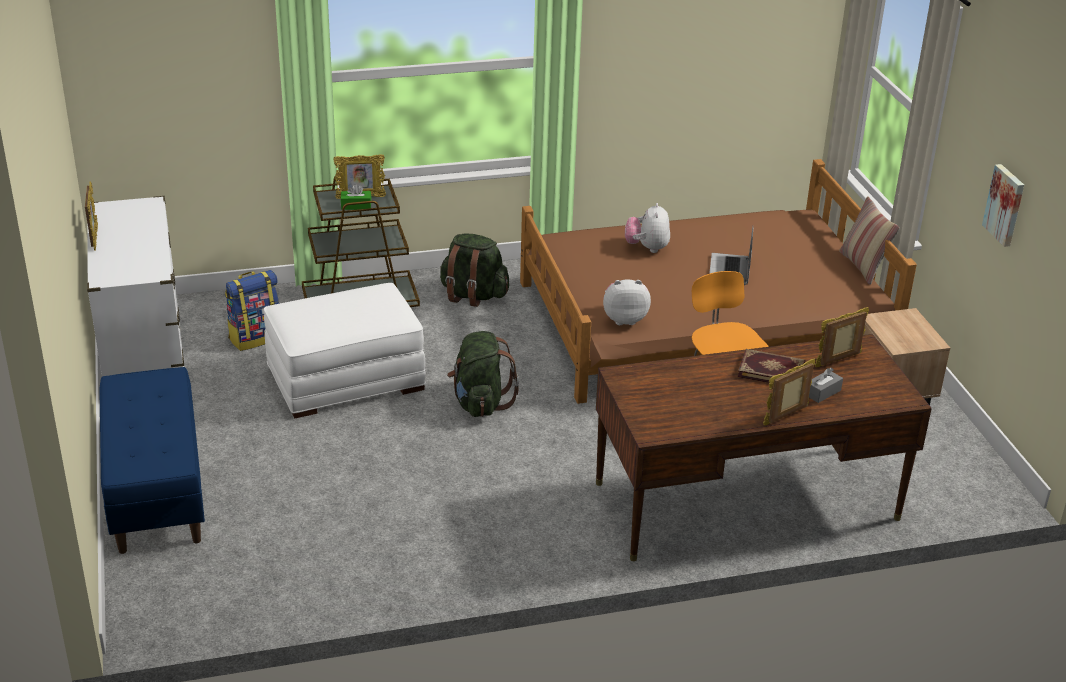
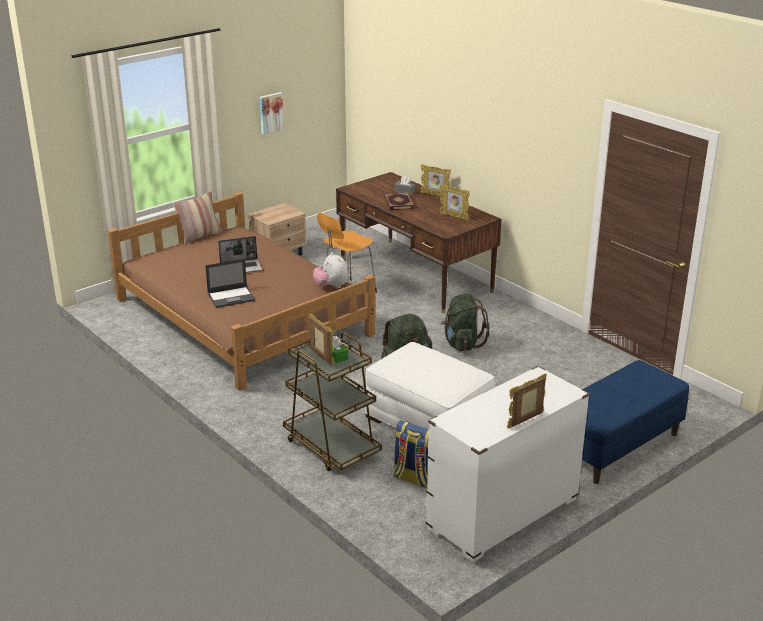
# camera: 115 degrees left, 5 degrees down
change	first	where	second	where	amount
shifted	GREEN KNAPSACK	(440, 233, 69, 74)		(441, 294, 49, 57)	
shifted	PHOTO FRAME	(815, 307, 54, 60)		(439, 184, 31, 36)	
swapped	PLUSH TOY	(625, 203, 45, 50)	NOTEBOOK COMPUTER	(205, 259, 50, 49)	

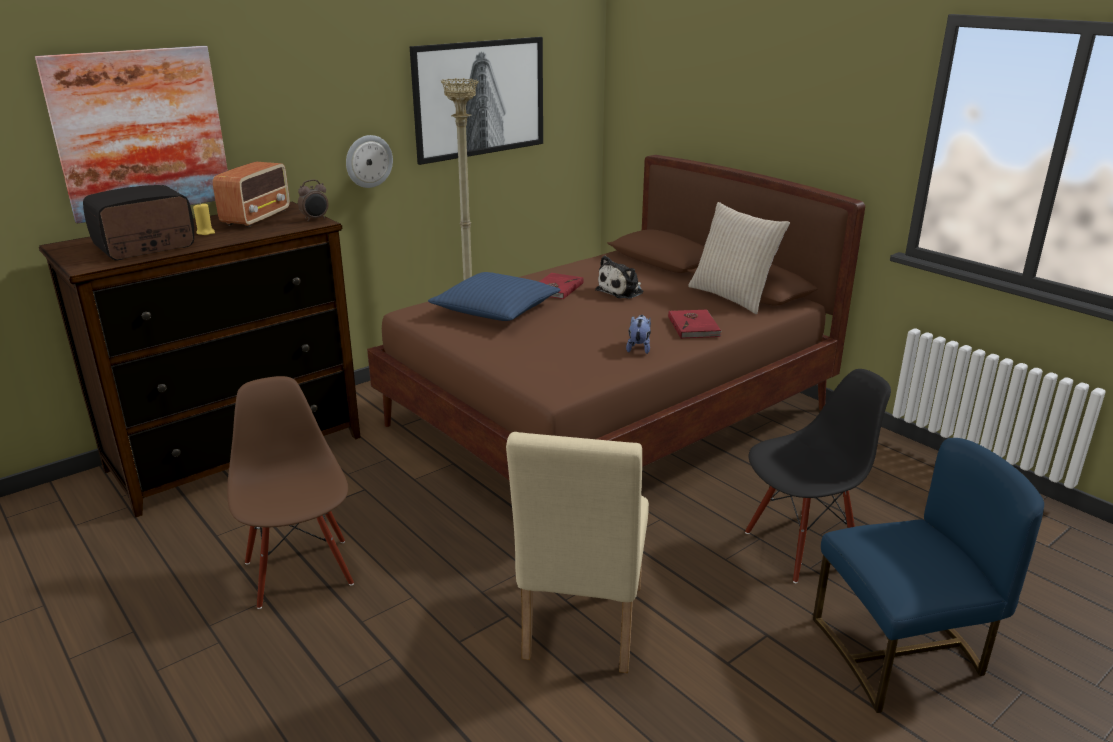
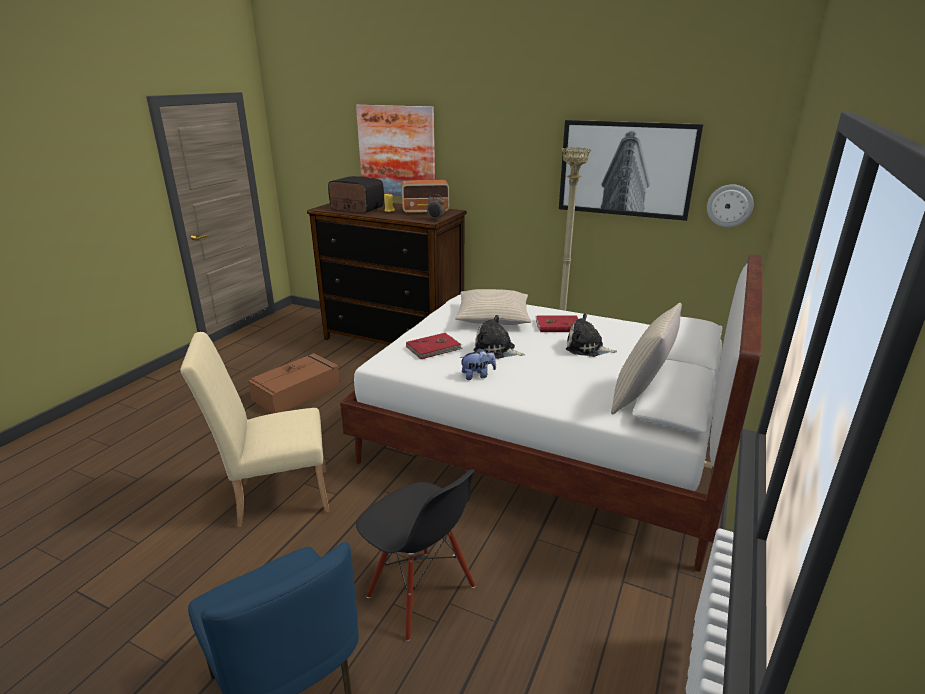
# camera: 65 degrees right, 0 degrees up
change	first	where	second	where	amount
new			PLUSH TOY	(473, 315, 52, 44)	
shifted	CLOCK ON THE WALL	(346, 135, 47, 53)		(707, 184, 47, 43)	
shifted	RED BOUND BOOK	(668, 309, 54, 30)		(406, 333, 57, 26)	
swapped	BROWNISH UPRIGHT CHAIR	(227, 376, 127, 233)	BROWNISH STORAGE CONTAINER	(248, 353, 92, 60)	
repainted	BROWNISH BEDROOM BED	(367, 155, 498, 326)	WHITISH BEDROOM BED	(340, 254, 423, 318)	
repainted	BLUISH CUSHION	(428, 272, 133, 49)	BEIGE-COLOURED CUSHION	(455, 289, 76, 36)	

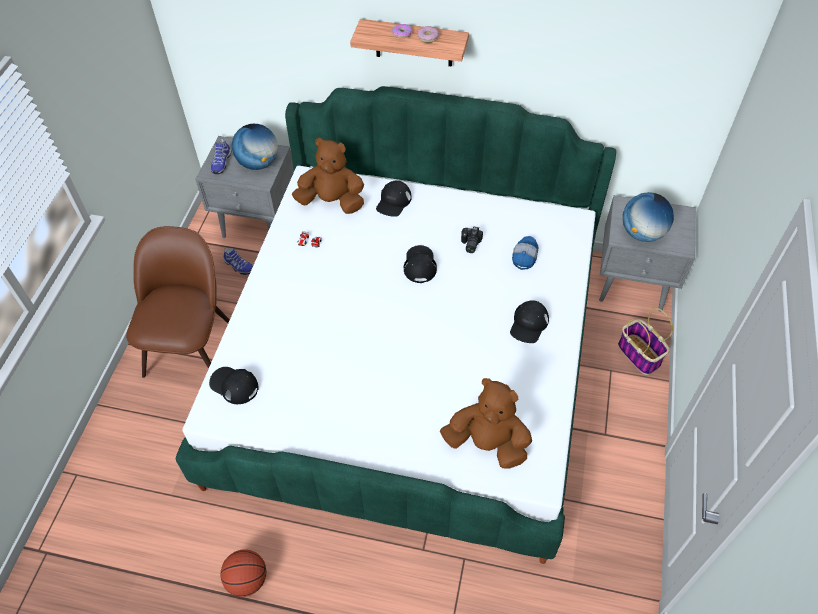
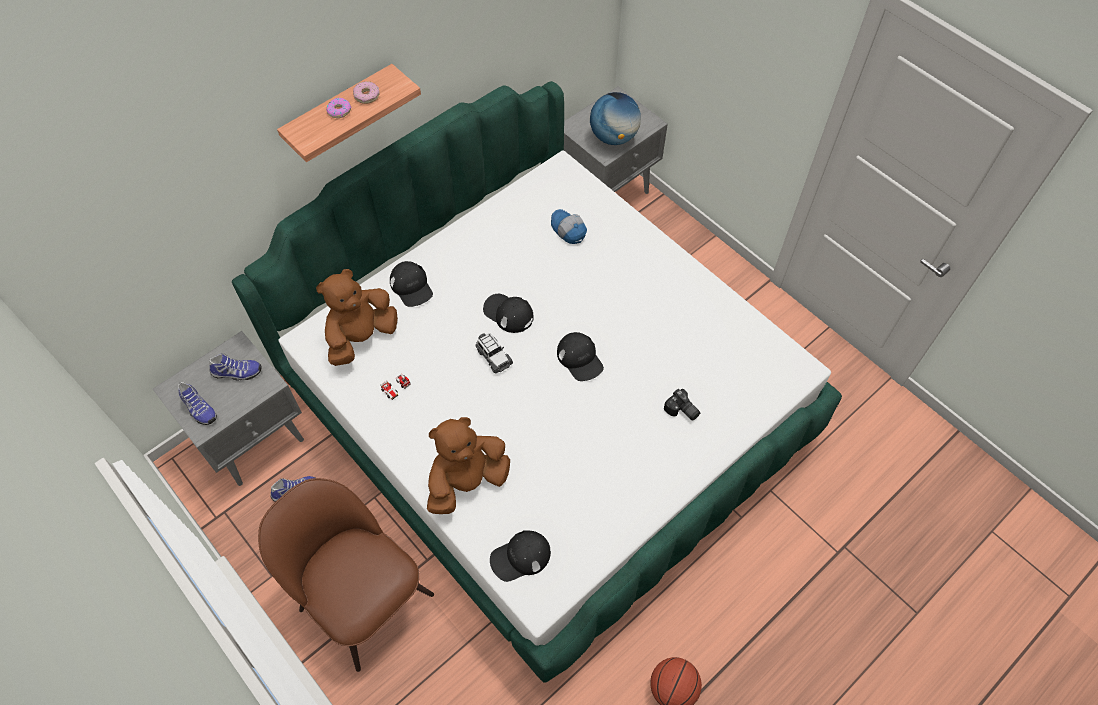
# camera: 55 degrees left, 5 degrees up
change	first	where	second	where	amount
gone	HOUSEHOLD BASKET	(618, 308, 55, 67)			
new			MODEL CAR	(476, 333, 37, 41)	
shifted	BROWNISH PLUSH TOY	(440, 378, 92, 91)		(427, 417, 83, 97)	
shifted	PHOTO CAMERA	(461, 226, 22, 27)		(664, 388, 36, 33)	
shifted	BLACK CAP	(510, 300, 39, 43)		(557, 332, 47, 49)	
swapped	GLOBE	(232, 124, 46, 46)	LOW SHOE	(209, 353, 53, 28)	

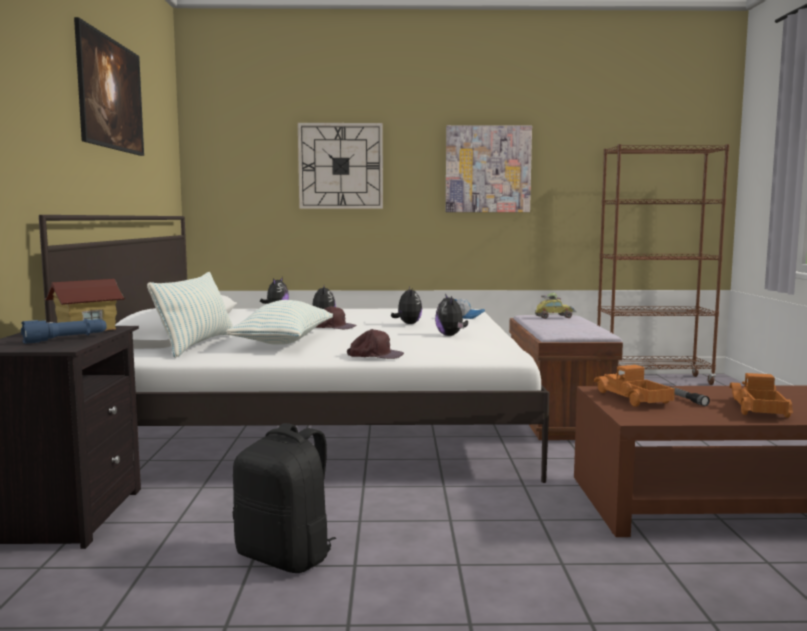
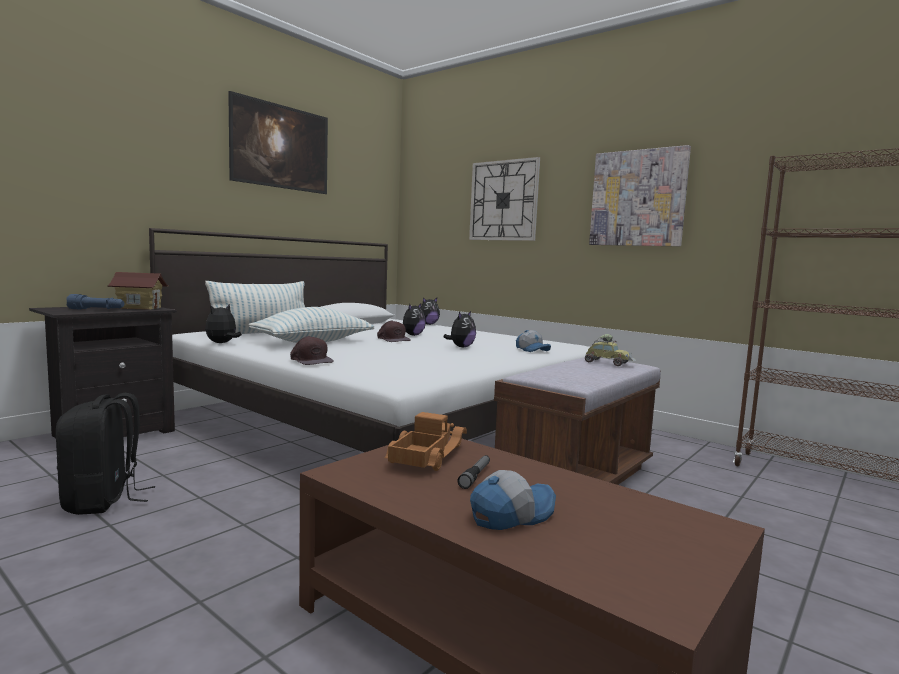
# camera: 40 degrees right, 0 degrees up
change	first	where	second	where	amount
shifted	PLUSH TOY	(435, 294, 33, 42)		(205, 304, 37, 39)	
swapped	TOY TRUCK	(729, 373, 64, 45)	CAP	(470, 470, 86, 60)	

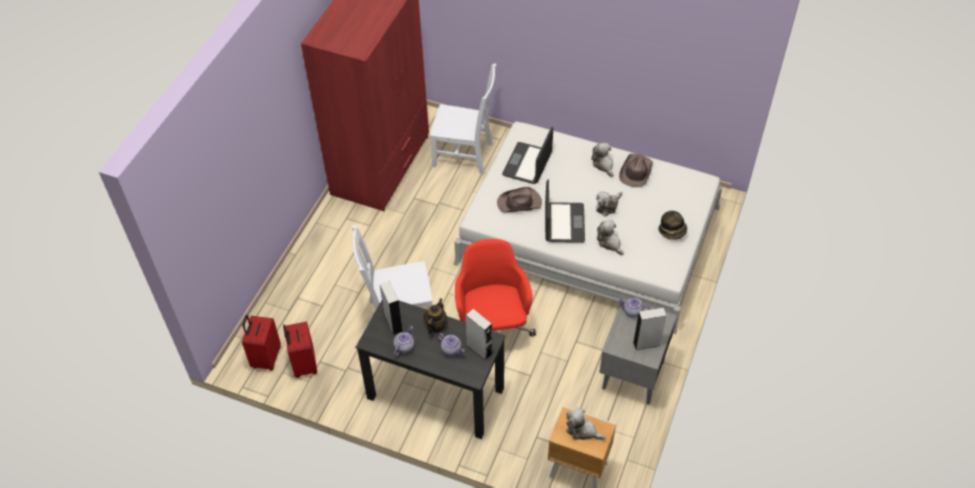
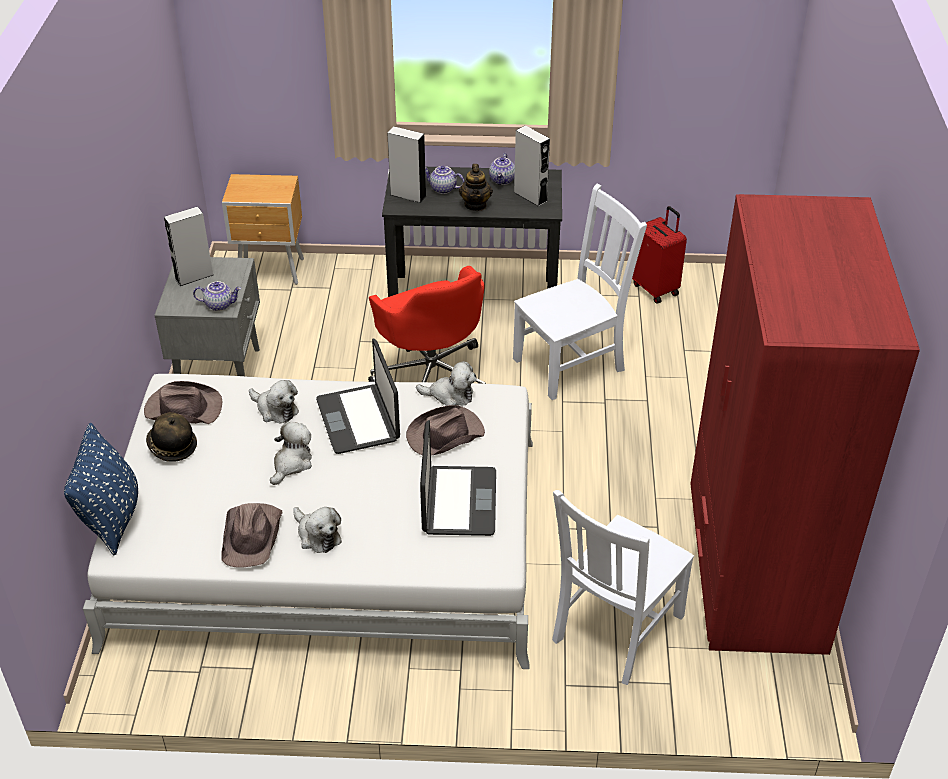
# camera: 160 degrees right, 10 degrees down
change	first	where	second	where	amount
gone	RED PIECE OF LUGGAGE	(242, 315, 39, 55)			
new			BLUISH CUSHION	(64, 423, 74, 132)	
new			BROWNISH CLOTHING HAT	(144, 381, 78, 43)	
shifted	PLUSH TOY	(566, 407, 39, 33)		(416, 361, 60, 45)	
rotated	WHITISH UPRIGHT CHAIR	(430, 63, 66, 112)		(552, 490, 142, 195)	45 degrees counterclockwise

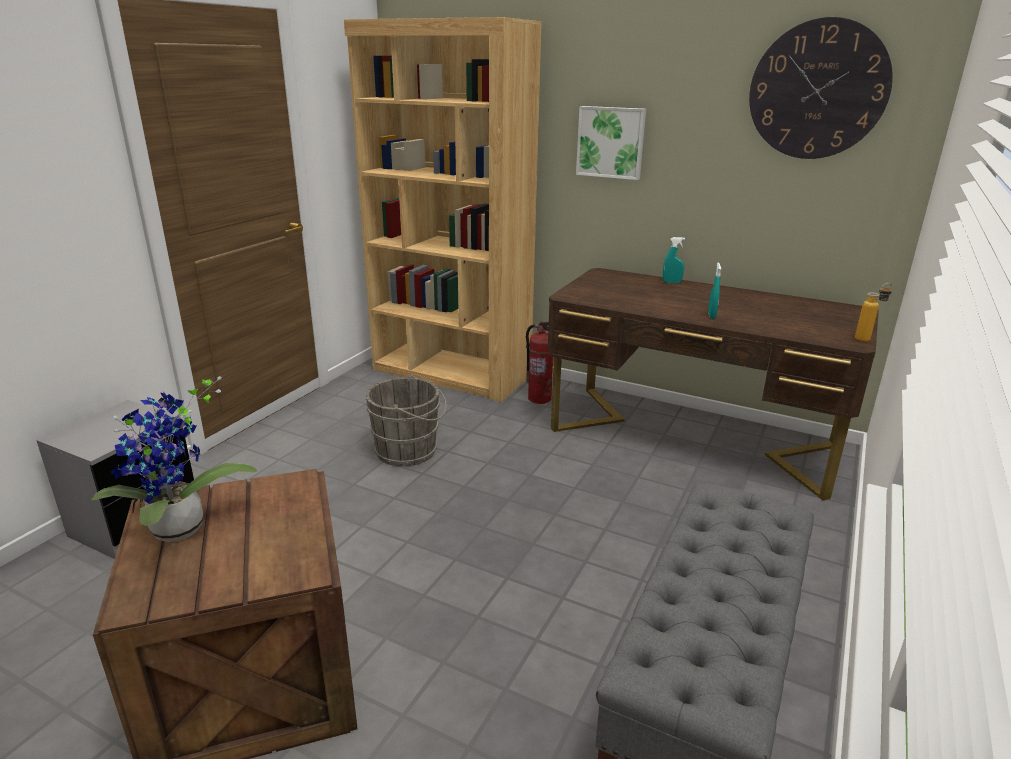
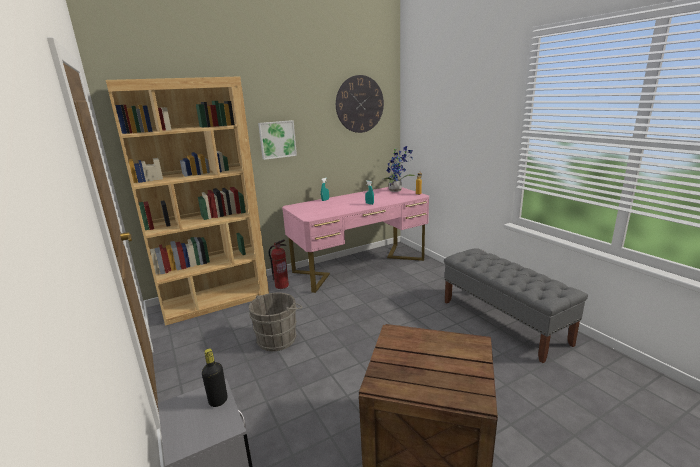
# camera: 55 degrees left, 5 degrees down
change	first	where	second	where	amount
new			BLACK BEVERAGE BOTTLE	(202, 348, 25, 59)	
shifted	POTTED PLANT	(91, 376, 166, 166)		(383, 146, 32, 46)	
repainted	BROWNISH DESK	(547, 268, 332, 232)	PINK-COLOURED DESK	(282, 187, 147, 106)	

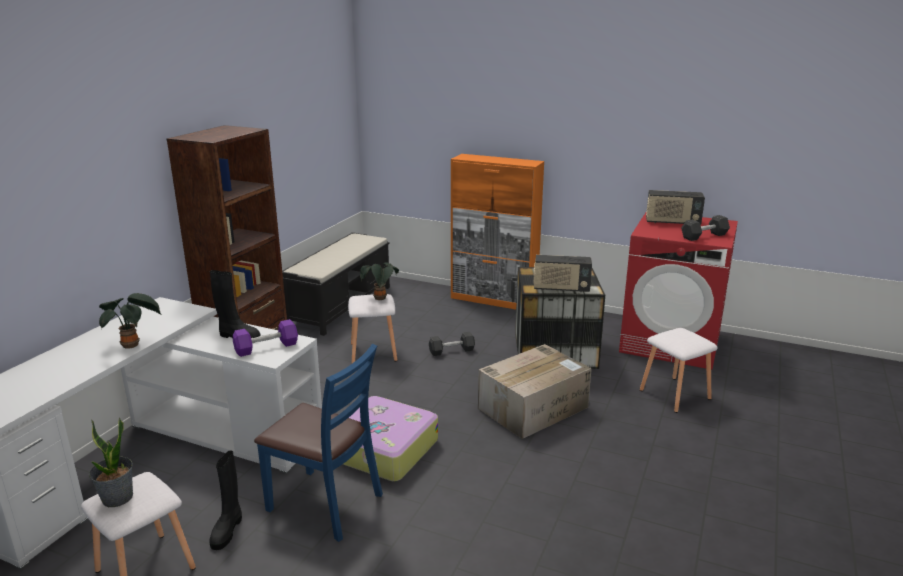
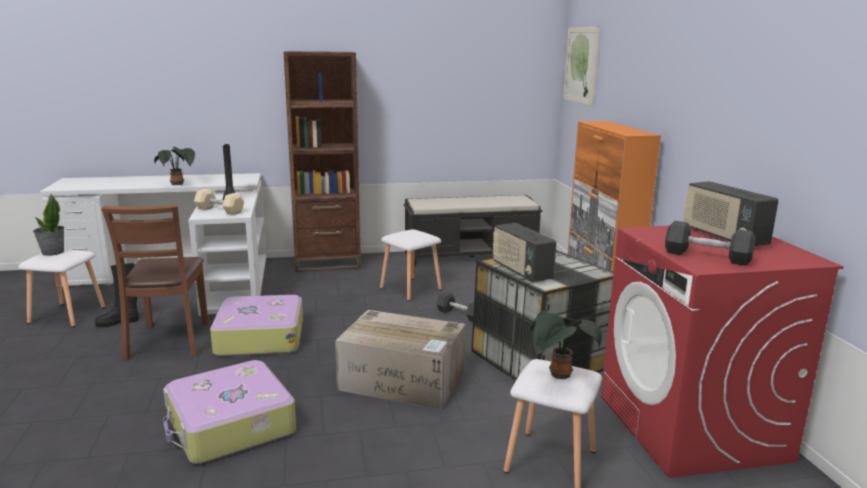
# camera: 55 degrees right, 5 degrees down
change	first	where	second	where	amount
new			PIECE OF LUGGAGE	(163, 360, 133, 104)	
new			WALL PICTURE	(563, 27, 37, 78)	
shifted	POTTED PLANT	(360, 262, 39, 38)		(529, 311, 73, 68)	
repainted	PURPLE DUMBBELL	(233, 319, 65, 38)	BEIGE-COLOURED DUMBBELL	(194, 189, 50, 26)	
repainted	BLUISH UPRIGHT CHAIR	(254, 344, 129, 198)	BROWNISH UPRIGHT CHAIR	(101, 204, 107, 156)	

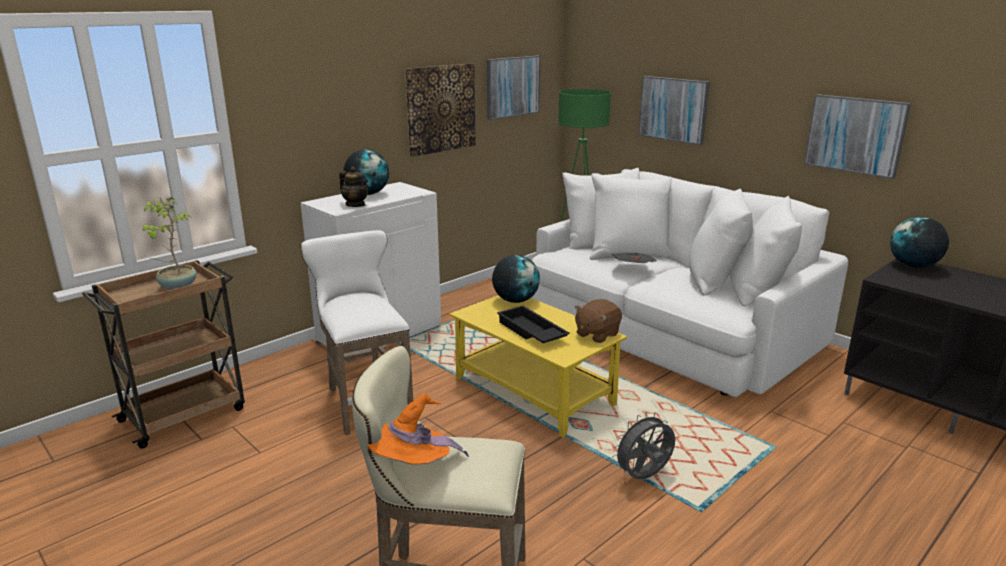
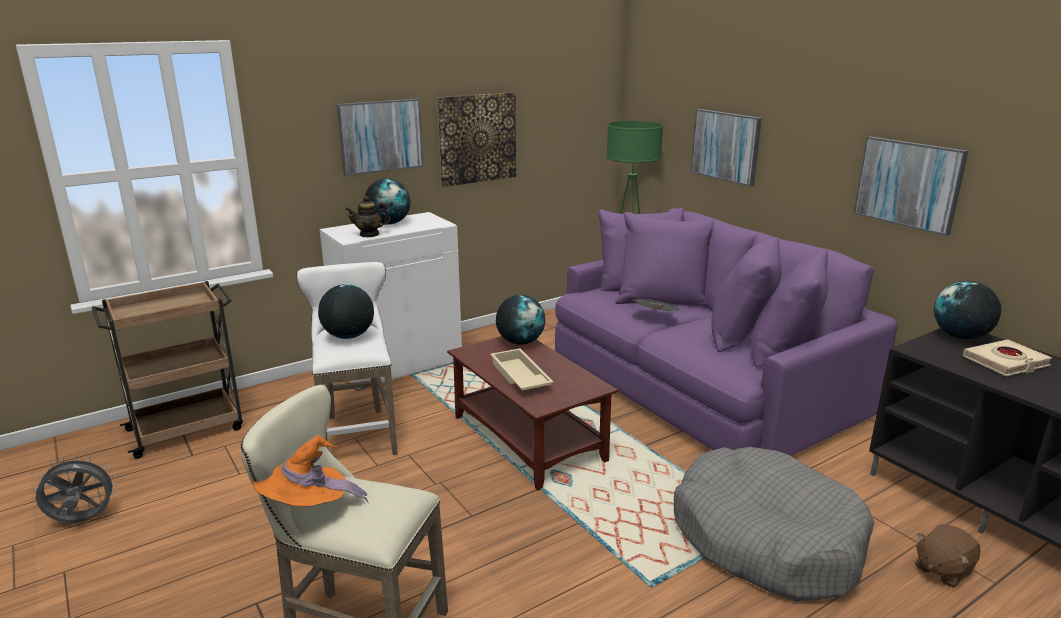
# camera: 10 degrees right, 0 degrees up
change	first	where	second	where	amount
gone	POTTED PLANT	(143, 197, 54, 93)			
new			GLOBE	(318, 284, 56, 55)	
new			GREY PET BED	(674, 447, 200, 154)	
new			BEIGE-COLOURED BOUND BOOK	(963, 339, 89, 38)	
shifted	WALL PICTURE	(487, 56, 53, 64)		(337, 99, 86, 77)	
shifted	BROWNISH PLUSH TOY	(574, 299, 48, 44)		(915, 524, 66, 64)	
shifted	GREY ELECTRIC FAN	(612, 412, 63, 67)		(34, 455, 84, 68)	
repainted	YELLOW LOUNGE TABLE	(449, 295, 178, 143)	BROWNISH LOUNGE TABLE	(447, 336, 171, 155)	
repainted	BLACK TRAY	(497, 306, 73, 37)	BEIGE-COLOURED TRAY	(490, 348, 64, 42)	
repainted	WHITISH SETTEE	(531, 168, 317, 229)	PURPLE SETTEE	(555, 208, 342, 248)	
rotated	TEAPOT	(339, 167, 29, 40)		(346, 196, 45, 41)	120 degrees clockwise

